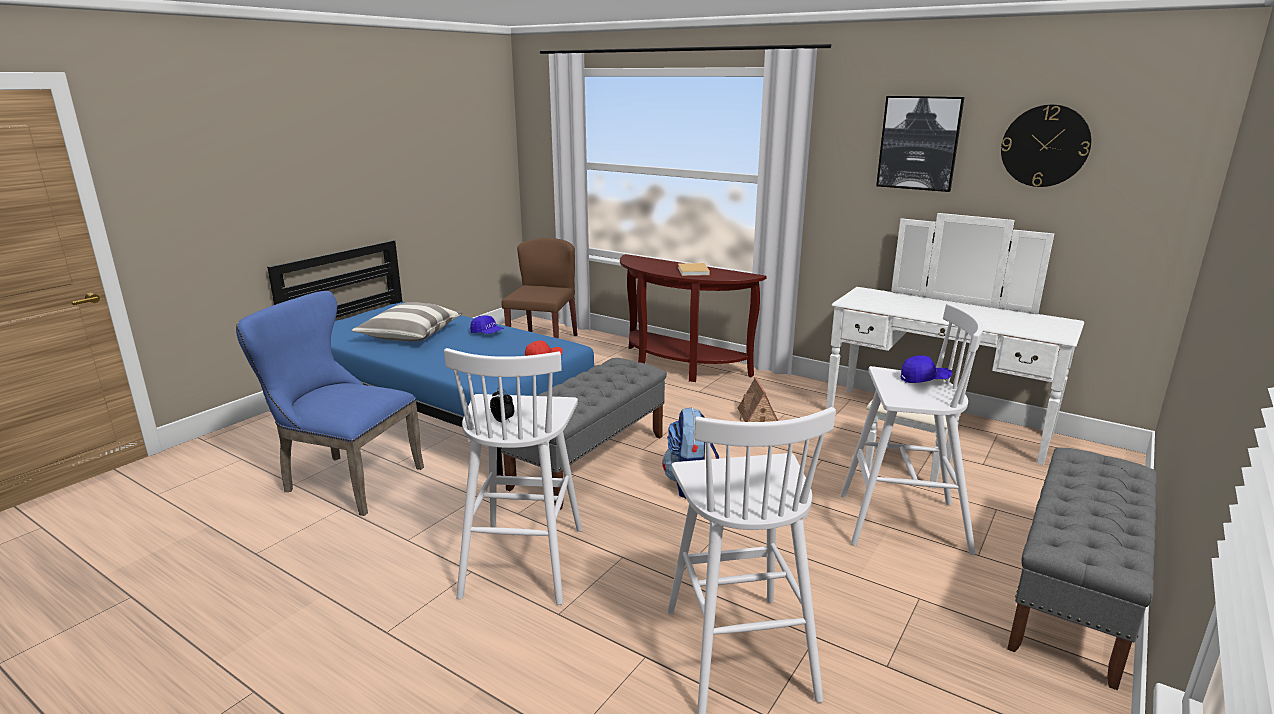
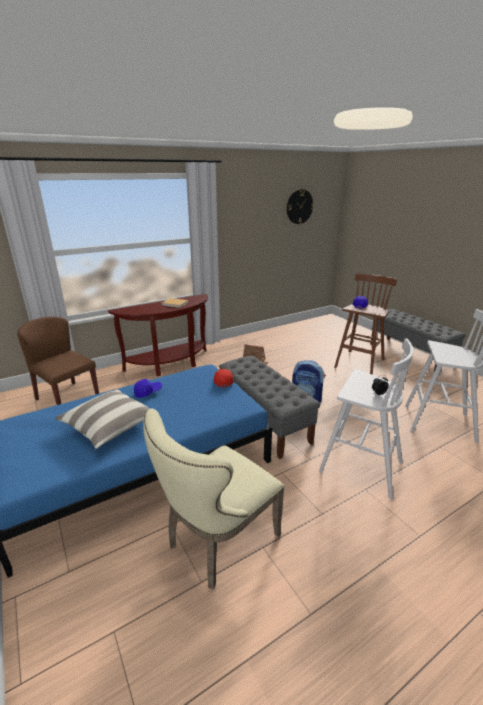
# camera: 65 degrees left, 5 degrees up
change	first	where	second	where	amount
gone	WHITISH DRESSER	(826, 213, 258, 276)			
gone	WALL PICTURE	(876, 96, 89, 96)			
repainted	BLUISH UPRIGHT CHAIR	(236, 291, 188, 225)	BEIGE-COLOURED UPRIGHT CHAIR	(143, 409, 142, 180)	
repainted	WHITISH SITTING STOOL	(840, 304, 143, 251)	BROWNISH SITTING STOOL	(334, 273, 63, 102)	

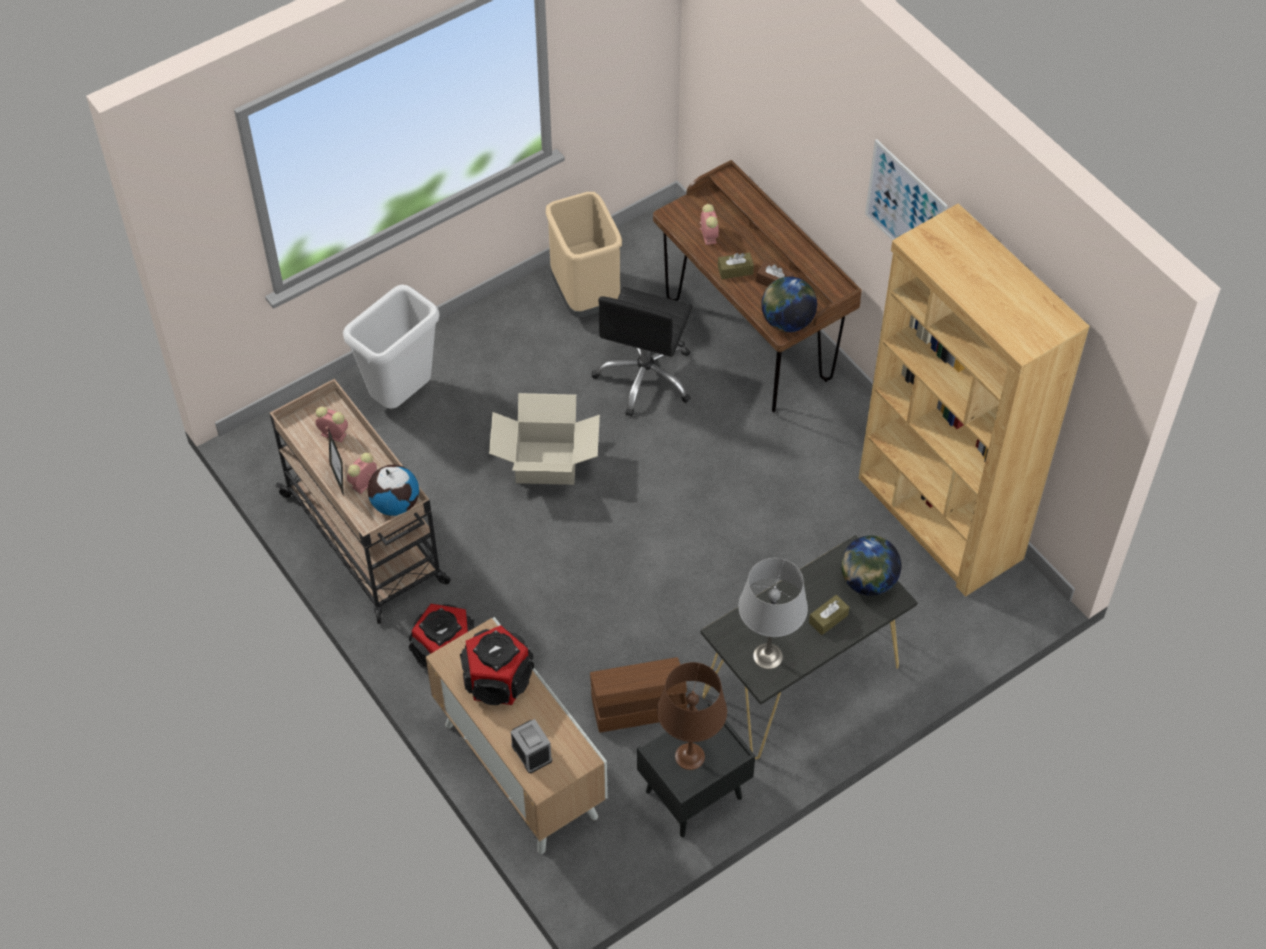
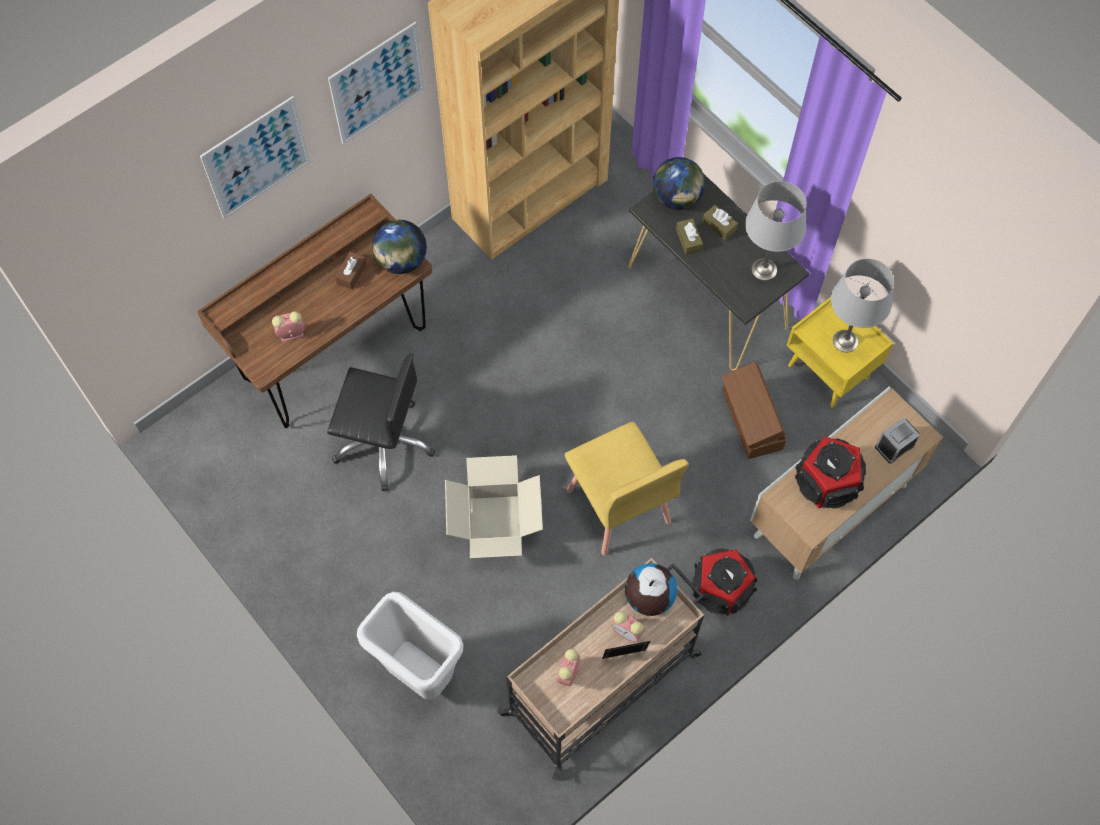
# camera: 95 degrees left, 10 degrees up
change	first	where	second	where	amount
gone	BEIGE-COLOURED TRASH CAN	(546, 192, 76, 125)			
new			WALL PICTURE	(200, 96, 110, 123)	
new			YELLOW UPRIGHT CHAIR	(565, 422, 124, 134)	
shifted	BROWNISH TISSUE BOX	(718, 253, 36, 26)		(676, 218, 27, 37)	
repainted	BLACK BEDSIDE TABLE	(637, 702, 118, 135)	YELLOW BEDSIDE TABLE	(787, 297, 106, 111)	
repainted	BROWNISH LAMP FOR A TABLE	(657, 662, 70, 108)	GREY LAMP FOR A TABLE	(831, 259, 63, 93)	

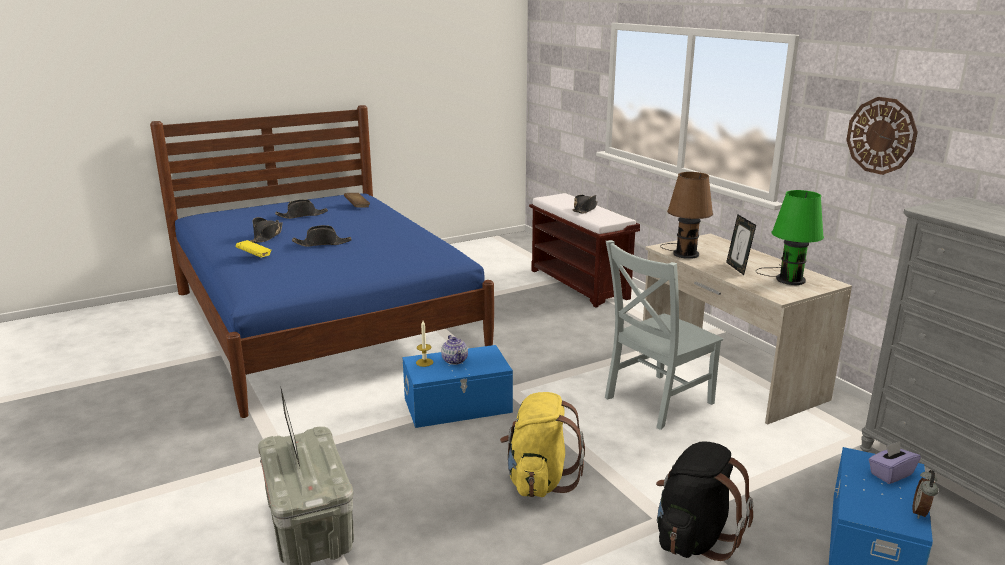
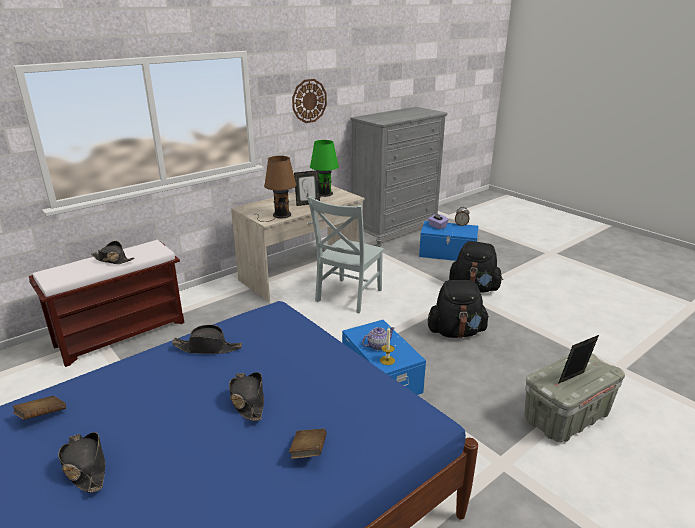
# camera: 100 degrees left, 5 degrees up
change	first	where	second	where	amount
shifted	BLACK CLOTHING HAT	(250, 217, 33, 26)		(172, 325, 70, 29)	
repainted	YELLOW BOUND BOOK	(236, 240, 36, 18)	BROWNISH BOUND BOOK	(289, 429, 38, 30)	
repainted	YELLOW KNAPSACK	(500, 392, 85, 105)	BLACK KNAPSACK	(428, 280, 61, 58)	
rotated	GREY UPRIGHT CHAIR	(605, 240, 118, 190)		(307, 196, 77, 117)	75 degrees clockwise

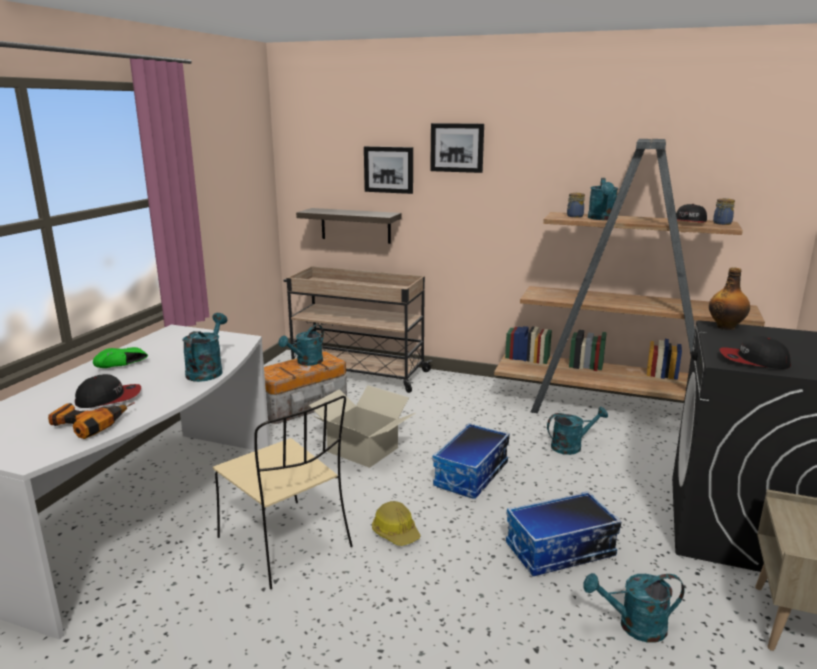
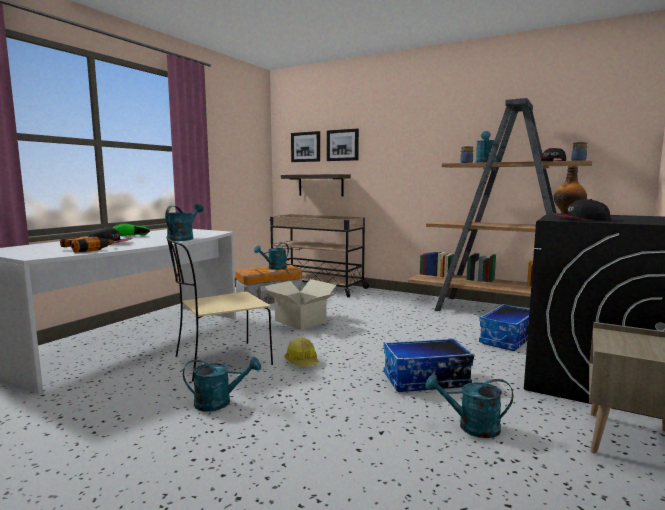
# camera: 10 degrees right, 10 degrees down
change	first	where	second	where	amount
shifted	WALL PICTURE	(430, 123, 54, 50)		(291, 131, 29, 31)	
shifted	STORAGE CONTAINER	(433, 423, 77, 76)		(479, 304, 51, 47)	
shifted	BLUE-GREEN WATERING POT	(547, 407, 61, 48)		(183, 357, 78, 55)	
rotated	BEIGE-COLOURED UPRIGHT CHAIR	(213, 396, 140, 193)		(166, 237, 107, 144)	90 degrees clockwise

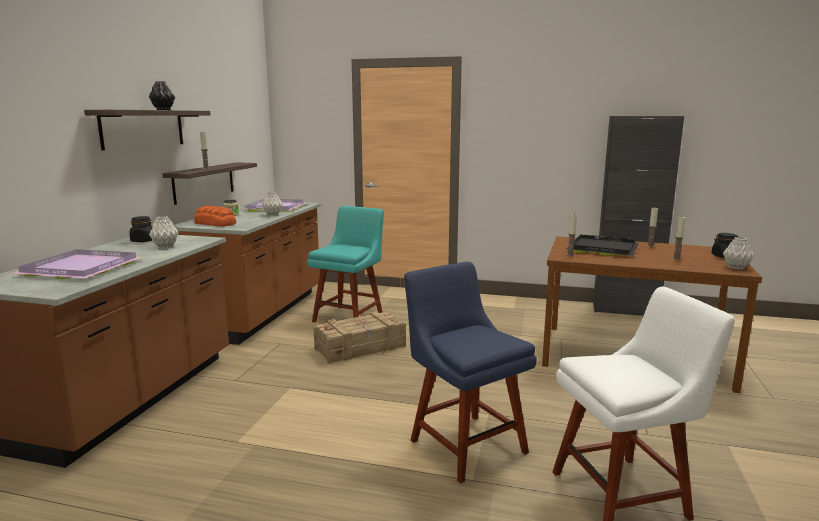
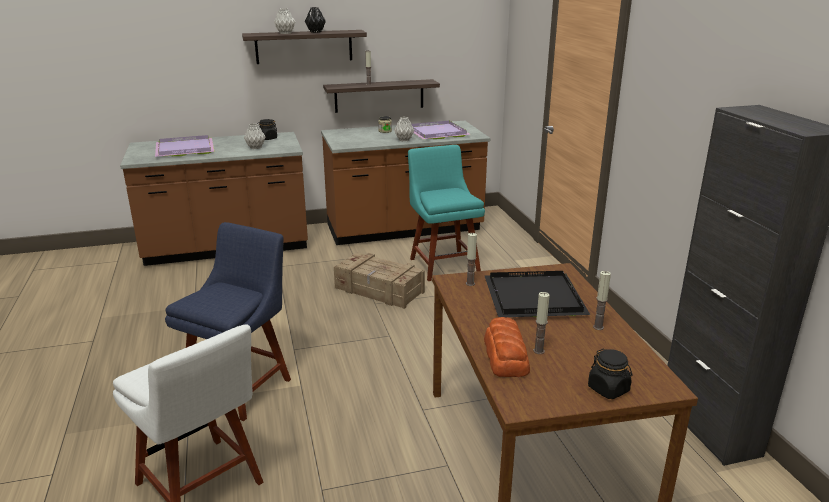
# camera: 60 degrees right, 10 degrees up
change	first	where	second	where	amount
shifted	BAKERY BREAD	(194, 206, 42, 21)		(484, 317, 46, 60)	
shifted	GREY VASE	(723, 237, 31, 33)		(274, 8, 21, 26)	
rotated	BLUE-GREEN UPRIGHT CHAIR	(307, 206, 77, 117)		(408, 145, 77, 136)	105 degrees counterclockwise

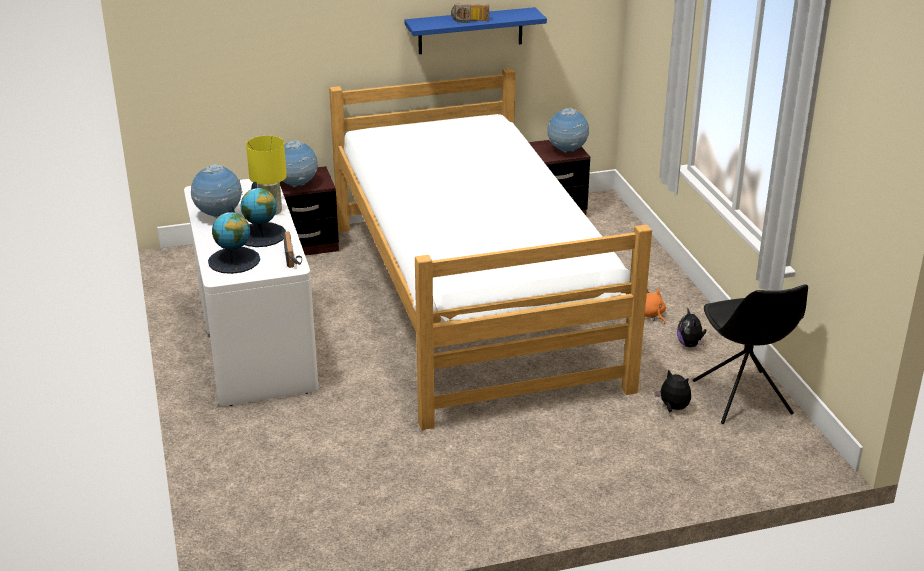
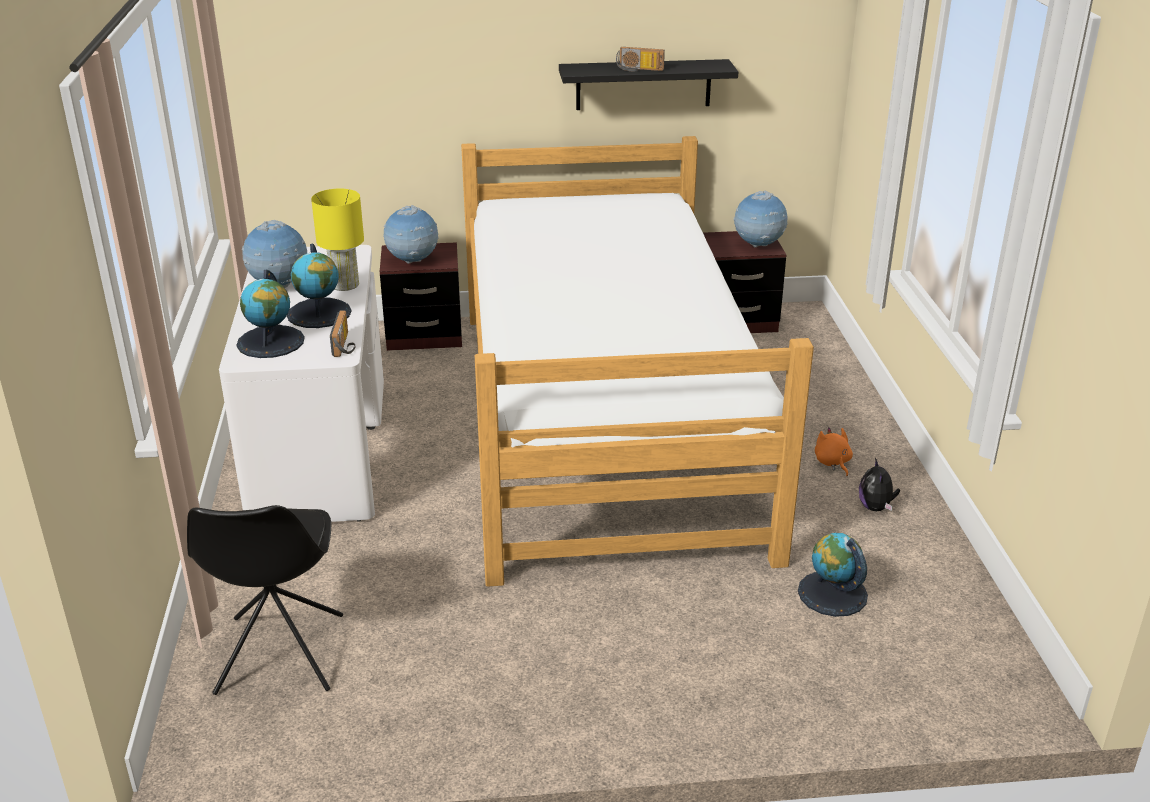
# camera: 10 degrees right, 0 degrees up
change	first	where	second	where	amount
shifted	BLACK UPRIGHT CHAIR	(693, 284, 115, 140)		(187, 505, 156, 190)	
swapped	PLUSH TOY	(655, 369, 36, 43)	GLOBE	(798, 533, 70, 84)	
repainted	BLUISH WALL SHELF	(404, 7, 143, 47)	BLACK WALL SHELF	(559, 59, 179, 51)	

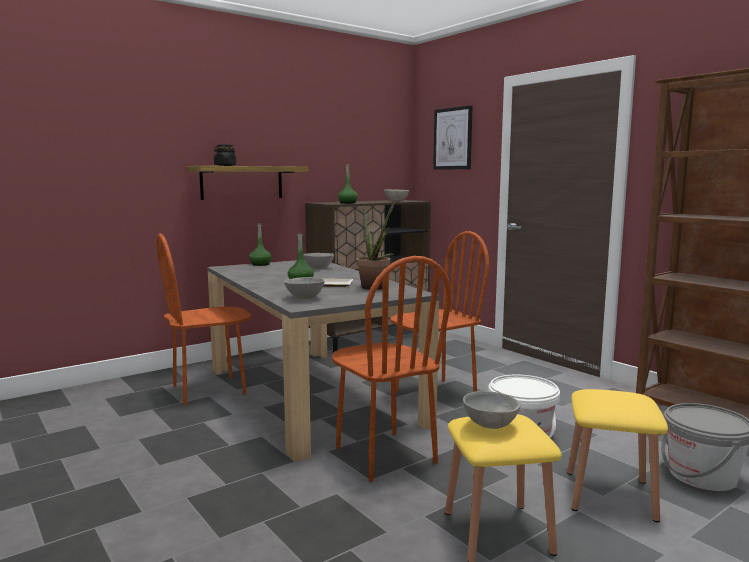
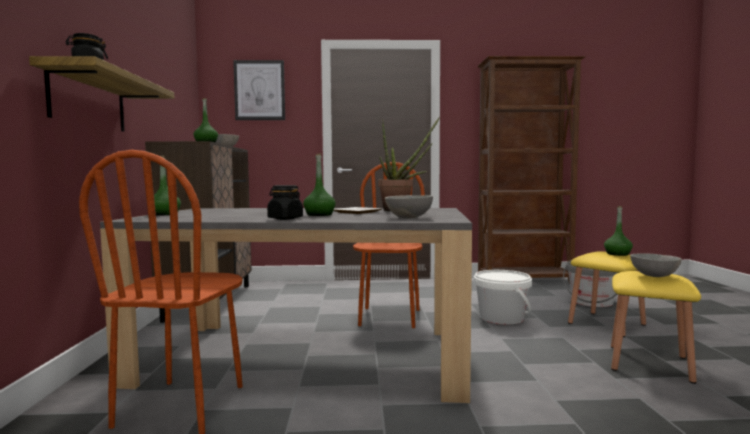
# camera: 55 degrees left, 5 degrees down
change	first	where	second	where	amount
gone	GREY SERVING BOWL	(303, 253, 31, 16)			
gone	BROWNISH UPRIGHT CHAIR	(332, 256, 120, 226)			
new			BLACK STORAGE JAR	(267, 185, 36, 35)	
new			GREEN BEVERAGE BOTTLE	(604, 206, 29, 50)	

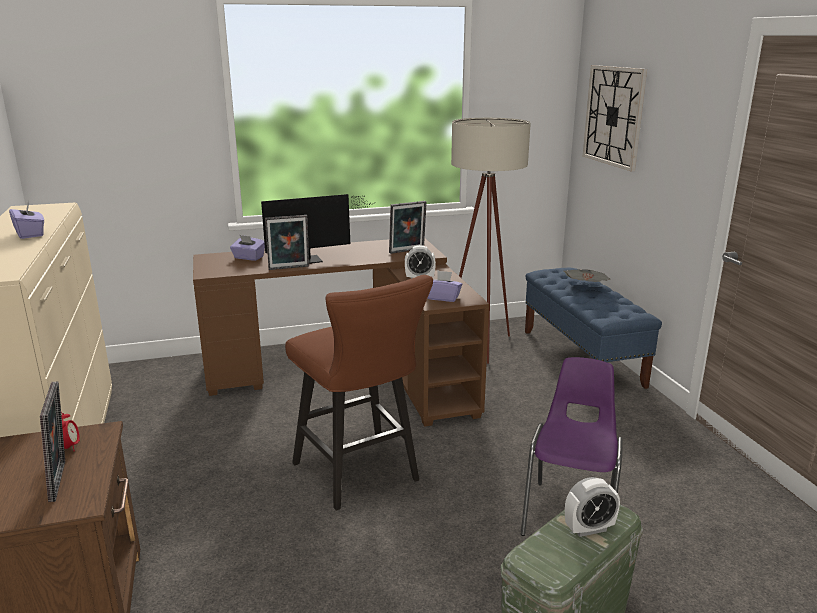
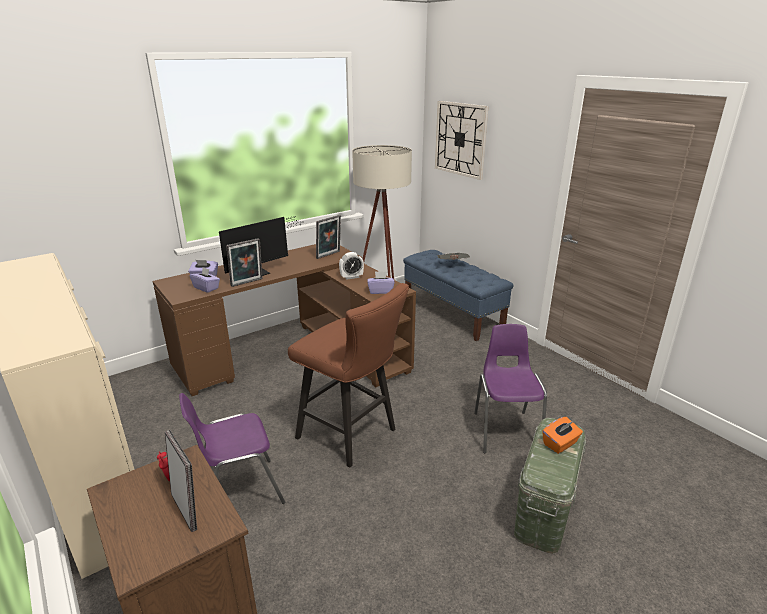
# camera: 20 degrees left, 5 degrees up
change	first	where	second	where	amount
new			PURPLE UPRIGHT CHAIR	(179, 393, 106, 111)	
shifted	PURPLE TISSUE BOX	(9, 201, 35, 38)		(190, 267, 30, 26)	
swapped	ALARM CLOCK	(565, 477, 55, 60)	ORANGE TISSUE BOX	(542, 417, 41, 37)	

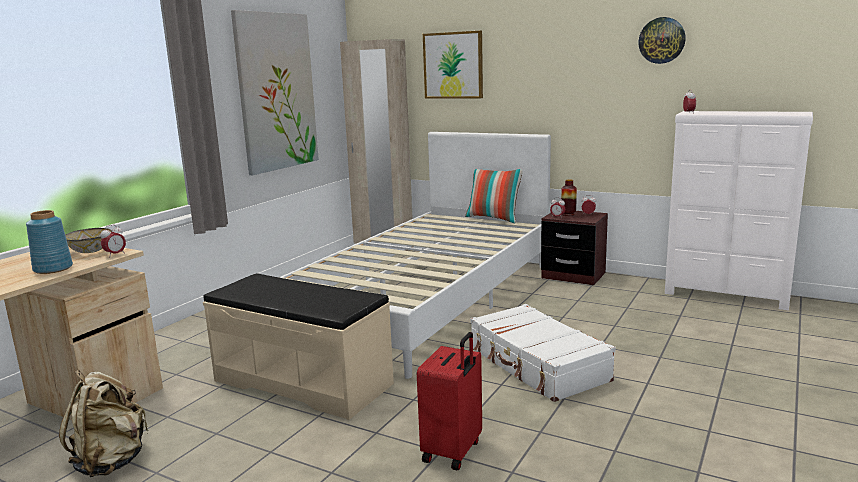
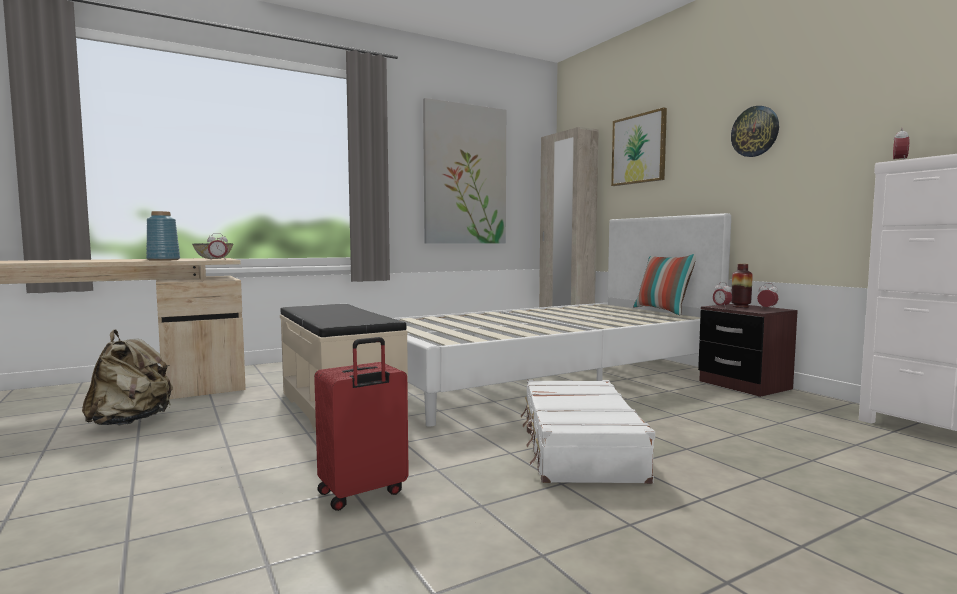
# camera: 30 degrees right, 10 degrees down
change	first	where	second	where	amount
shifted	CLOCK ON THE WALL	(638, 17, 48, 47)		(731, 106, 48, 51)	

